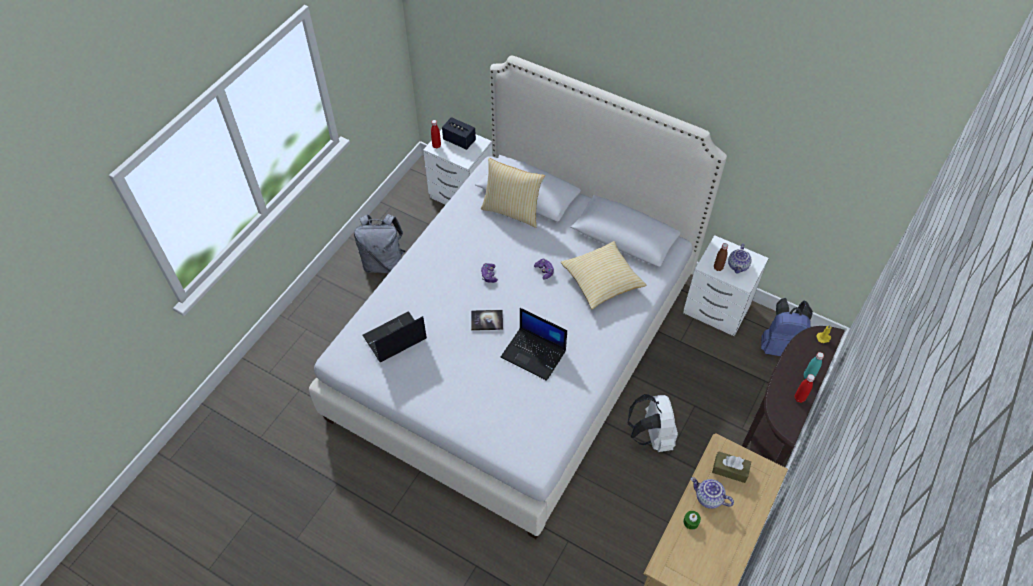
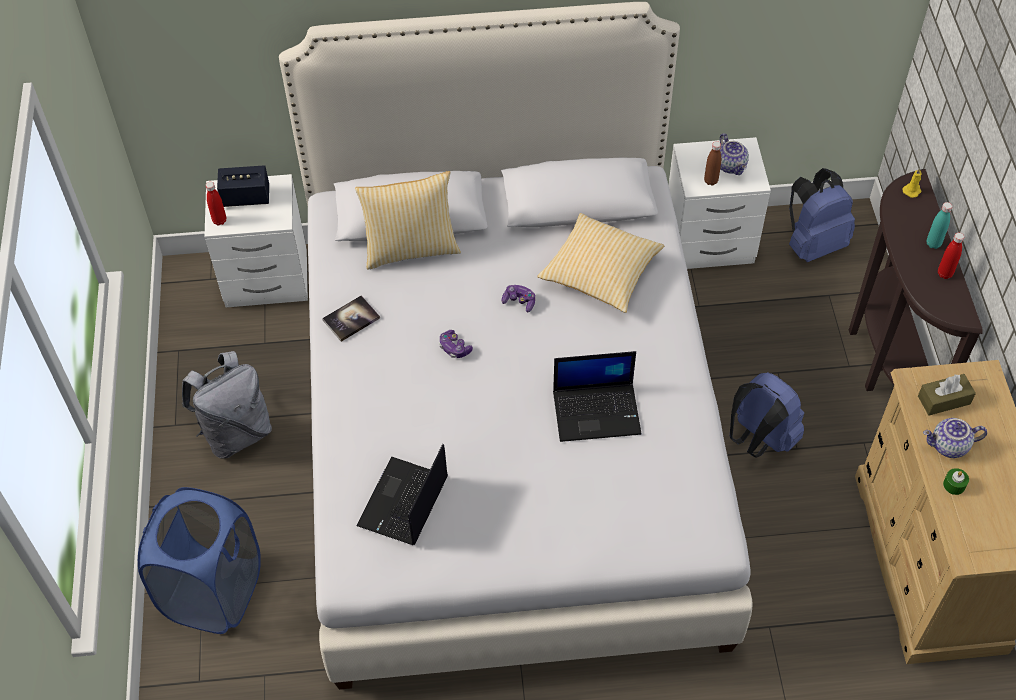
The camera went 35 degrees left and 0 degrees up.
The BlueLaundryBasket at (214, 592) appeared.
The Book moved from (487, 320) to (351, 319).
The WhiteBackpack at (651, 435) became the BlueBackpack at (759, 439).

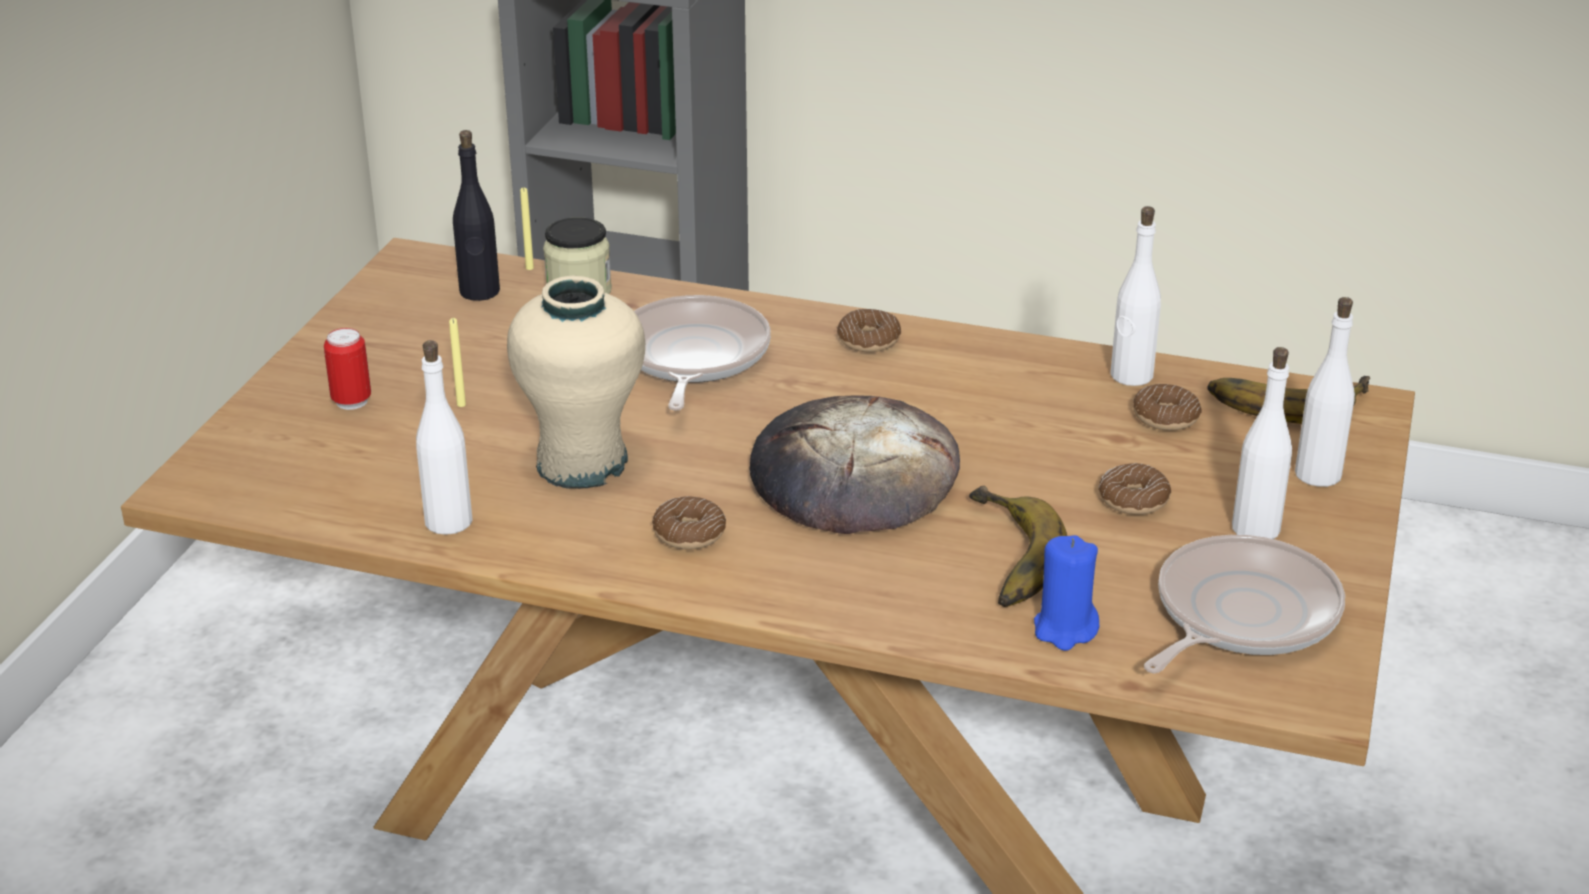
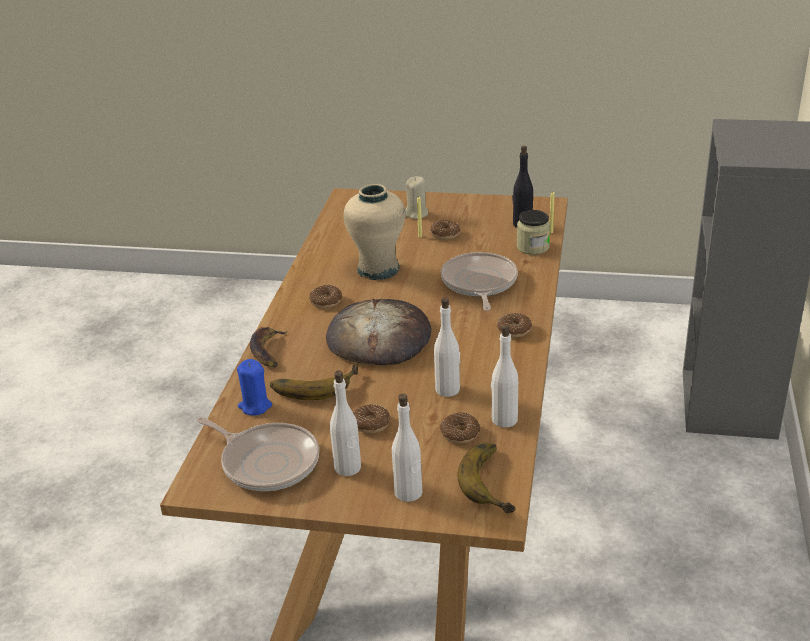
The camera went 85 degrees right and 0 degrees up.
The Banana at (268, 351) appeared.
The Donut at (445, 234) appeared.
The WhiteBottle moved from (449, 521) to (448, 389).
The Can at (351, 401) was replaced by the BeigeCandle at (416, 214).
The FryingPan at (692, 357) turned 90 degrees counterclockwise.

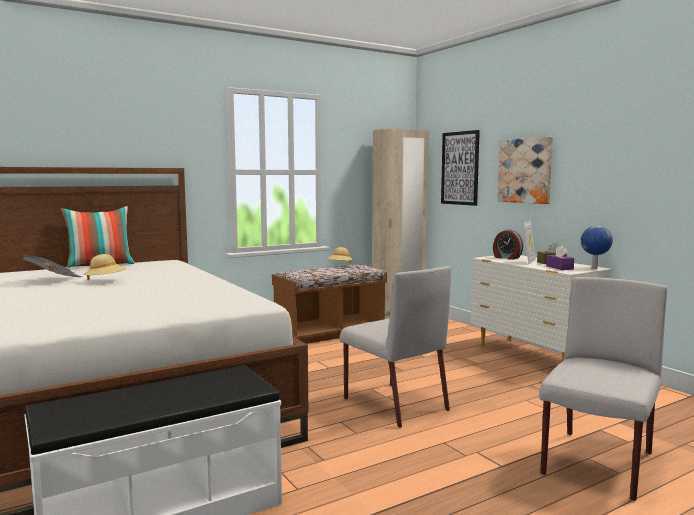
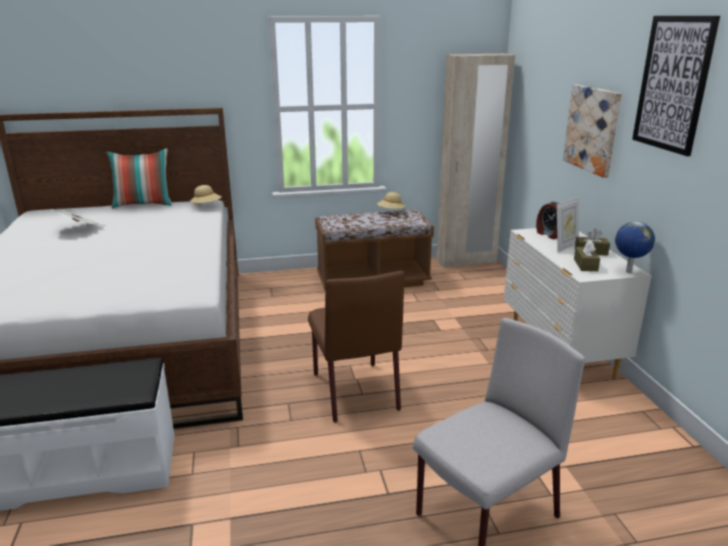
The camera went 20 degrees right and 15 degrees up.
The BeigeHat moved from (106, 281) to (206, 206).
The Picture moved from (460, 168) to (673, 84).
The GreyChair at (393, 404) became the BrownChair at (354, 390).
The PurpleTissueBox at (559, 267) became the BrownTissueBox at (585, 265).

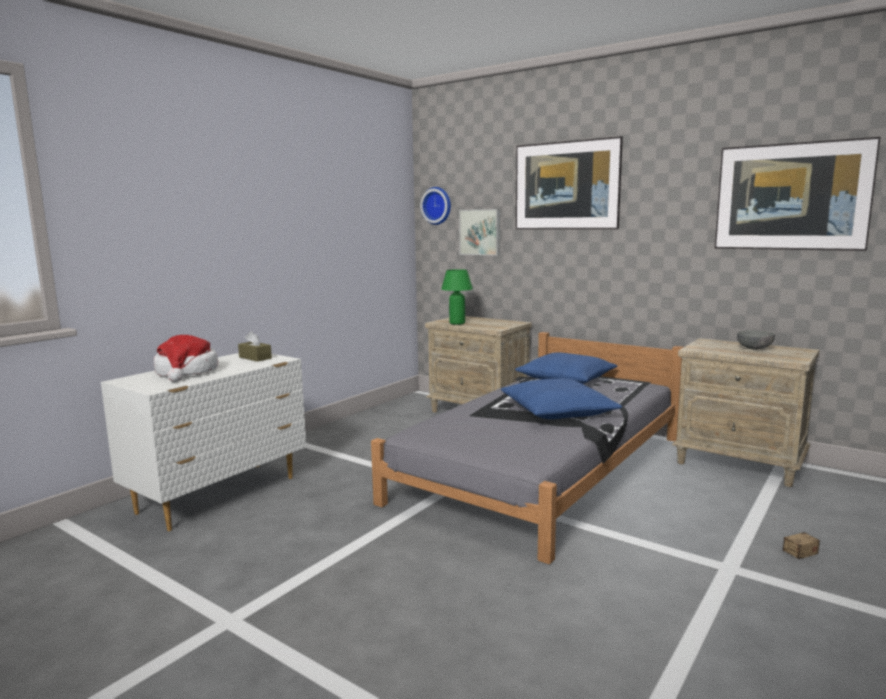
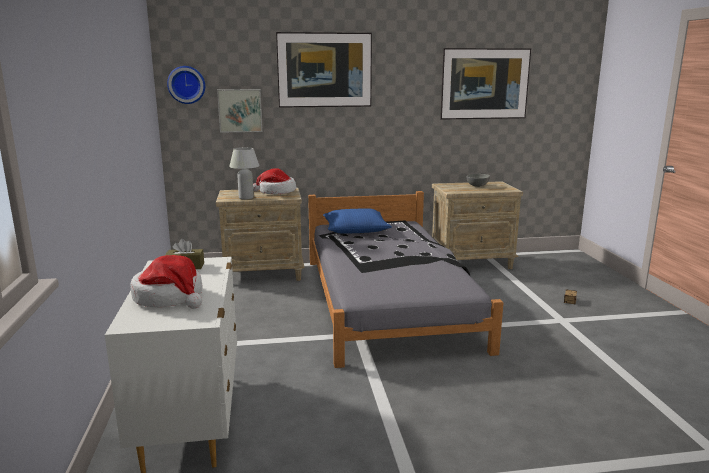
The camera went 45 degrees left and 5 degrees up.
The BluePillow at (557, 411) disappeared.
The Hat at (276, 192) appeared.
The GreenTableLamp at (457, 323) became the WhiteTableLamp at (246, 198).

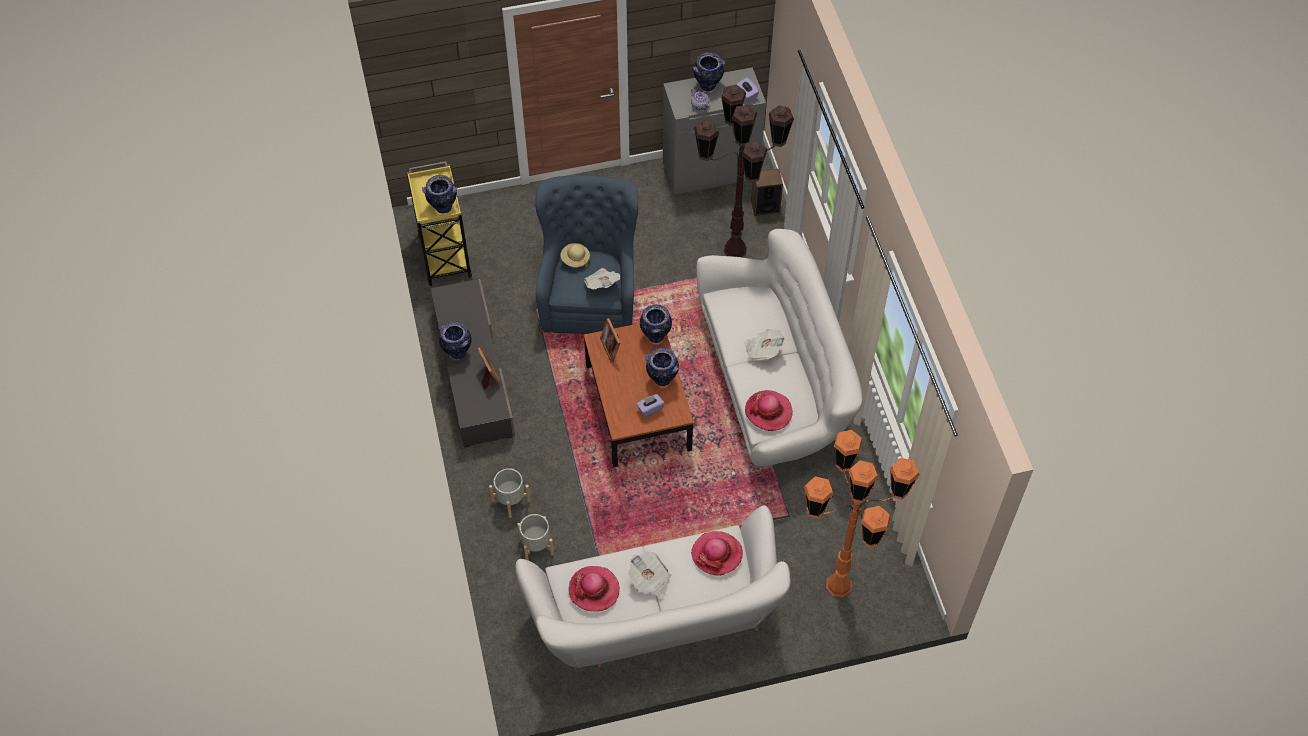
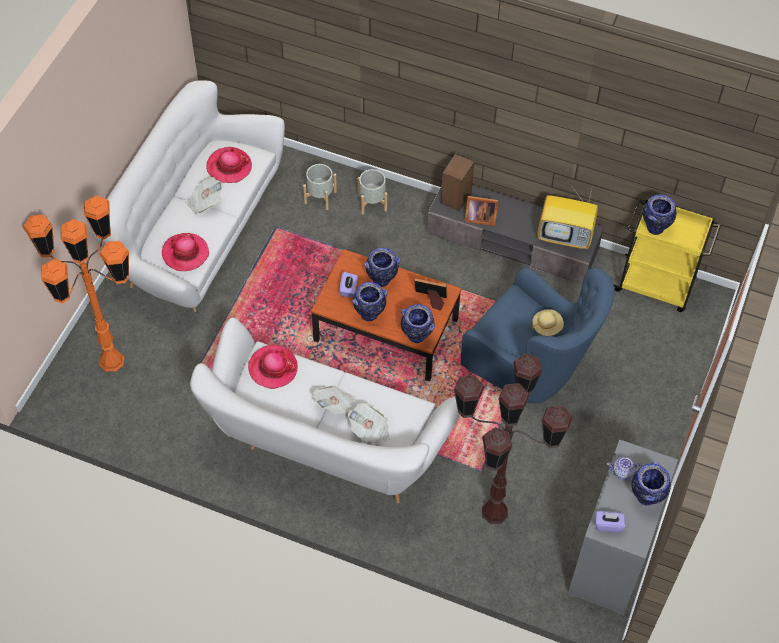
The camera went 125 degrees right and 0 degrees up.
The Television at (566, 236) appeared.
The Vase moved from (457, 352) to (382, 280).
The Newspaper moved from (602, 284) to (370, 430).
The Speaker moved from (765, 206) to (456, 197).

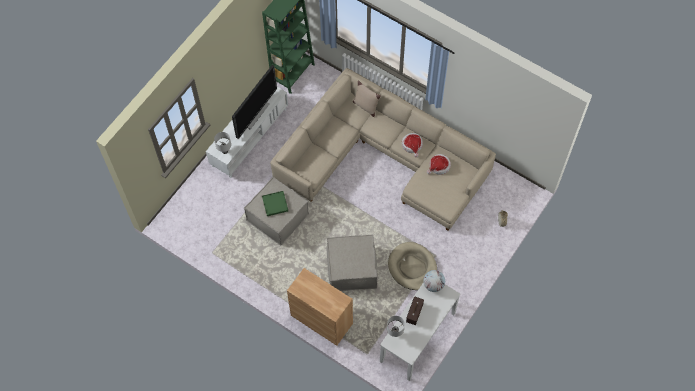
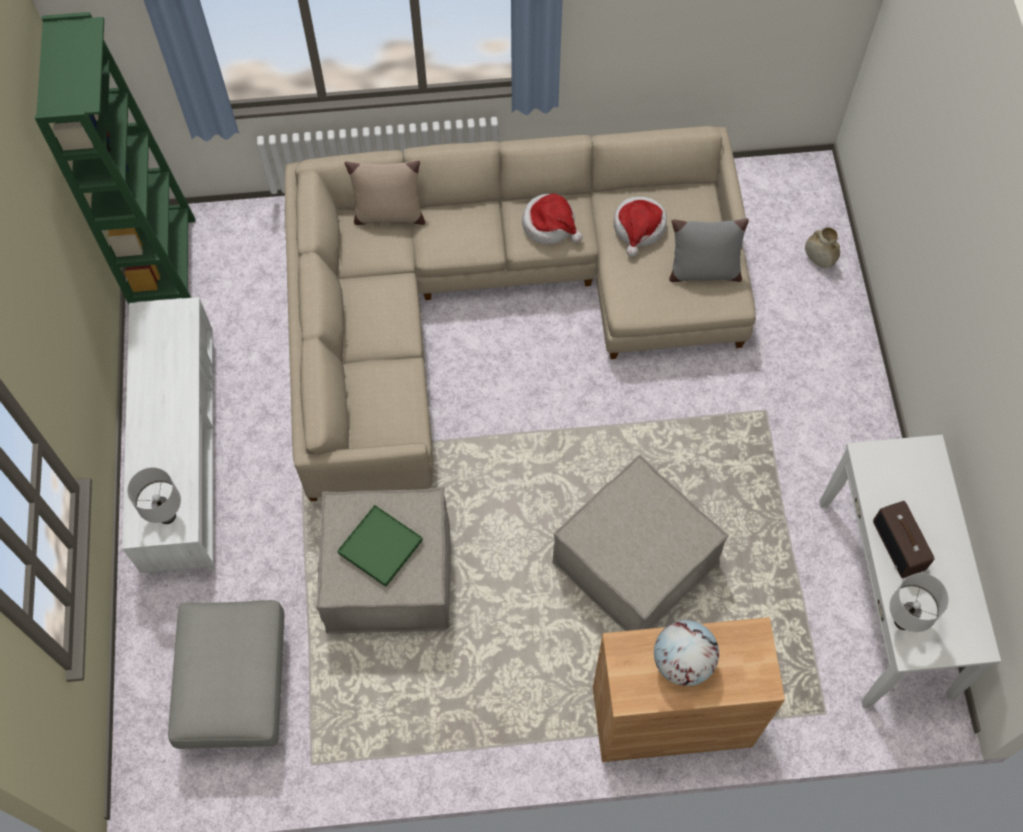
The camera went 40 degrees left and 0 degrees up.
The Television at (255, 114) disappeared.
The BeigeDogBed at (412, 267) disappeared.
The GreyOttoman at (238, 688) appeared.
The GreyPillow at (703, 271) appeared.
The Globe moved from (433, 285) to (682, 662).

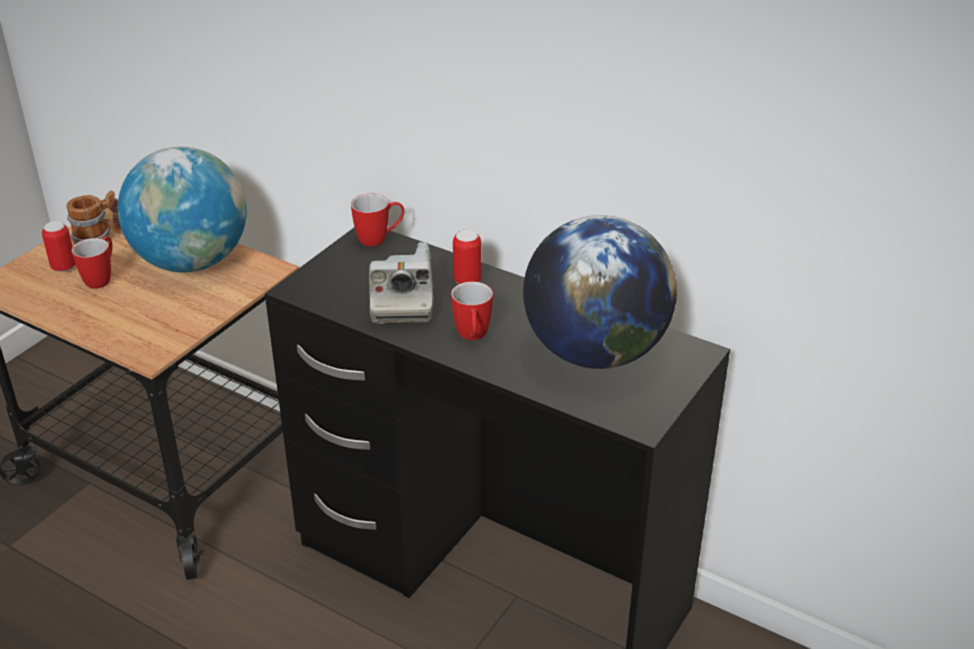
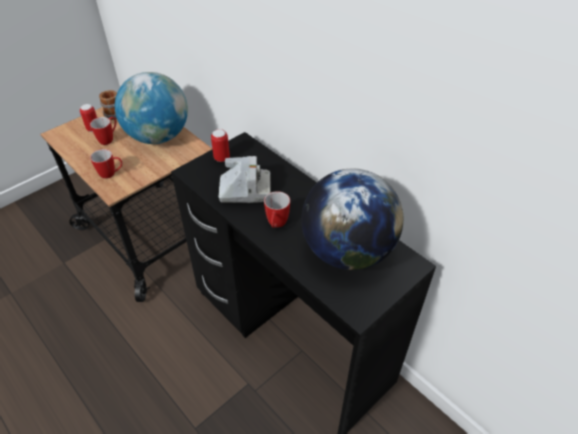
The camera went 15 degrees right and 10 degrees up.
The Mug moved from (379, 239) to (111, 174).
The Can moved from (467, 281) to (222, 158).
The PhotoCamera at (402, 301) turned 105 degrees counterclockwise.

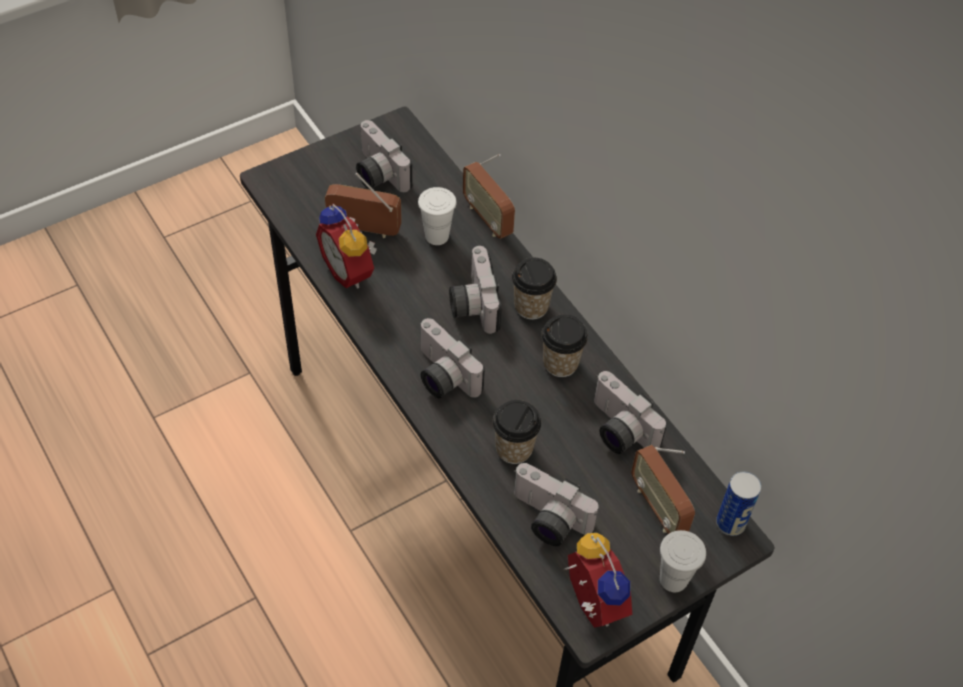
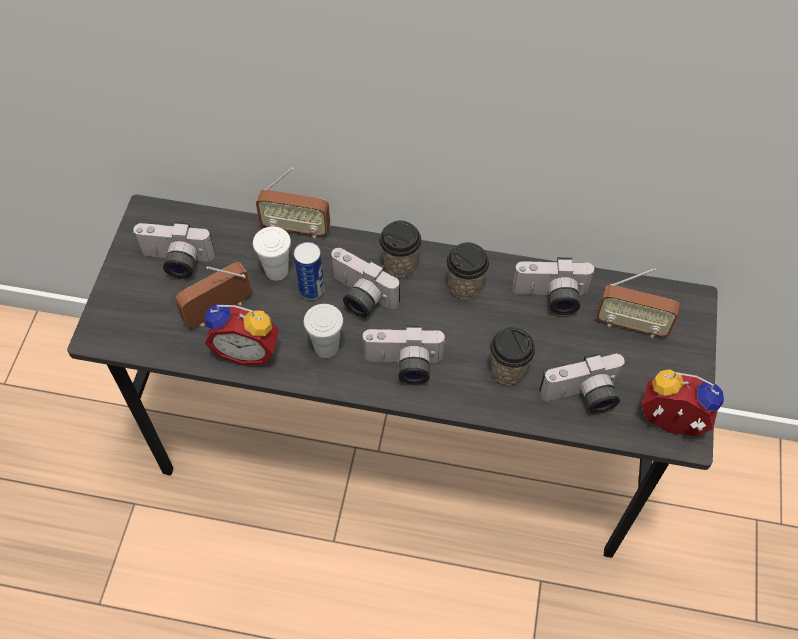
The camera went 45 degrees left and 5 degrees up.
The WhiteCup moved from (673, 579) to (326, 347).
The Can moved from (730, 523) to (311, 290).

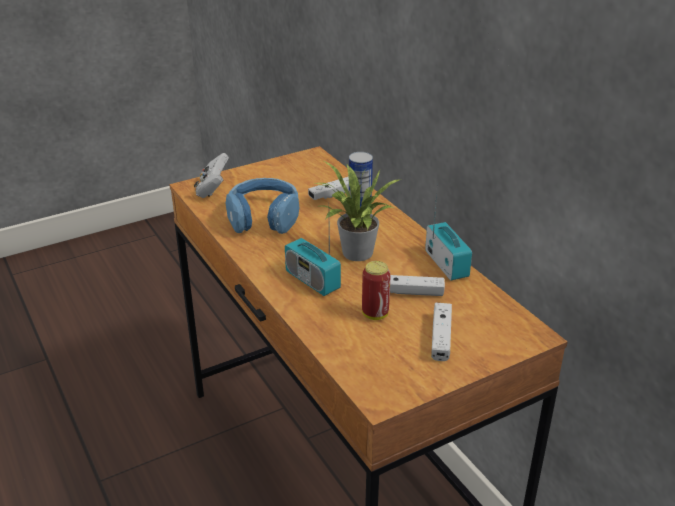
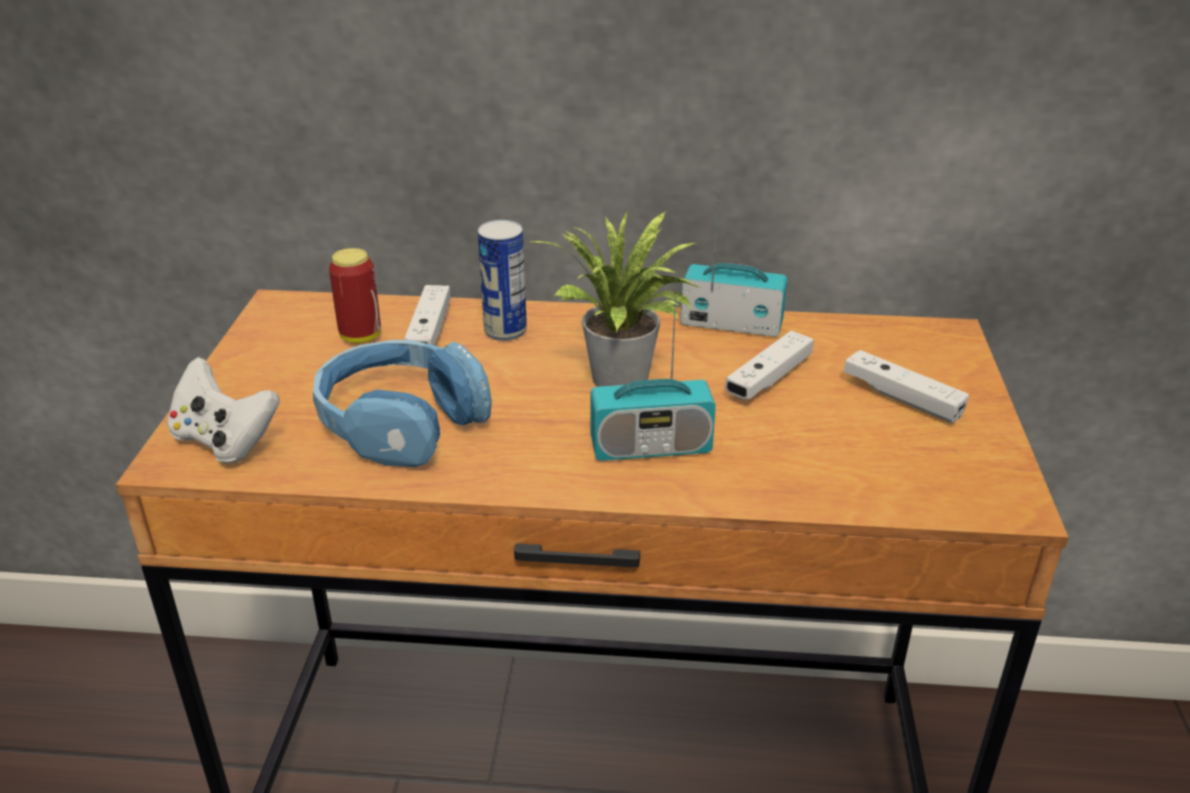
The camera went 55 degrees left and 0 degrees up.
The Can moved from (375, 314) to (360, 336).

